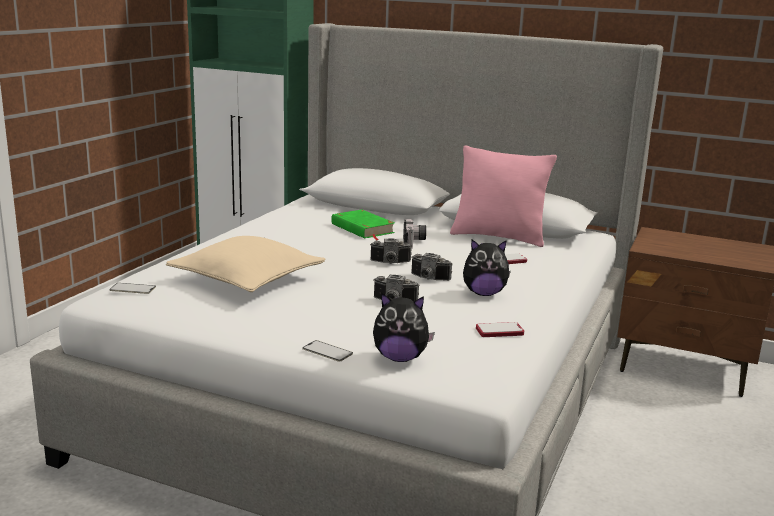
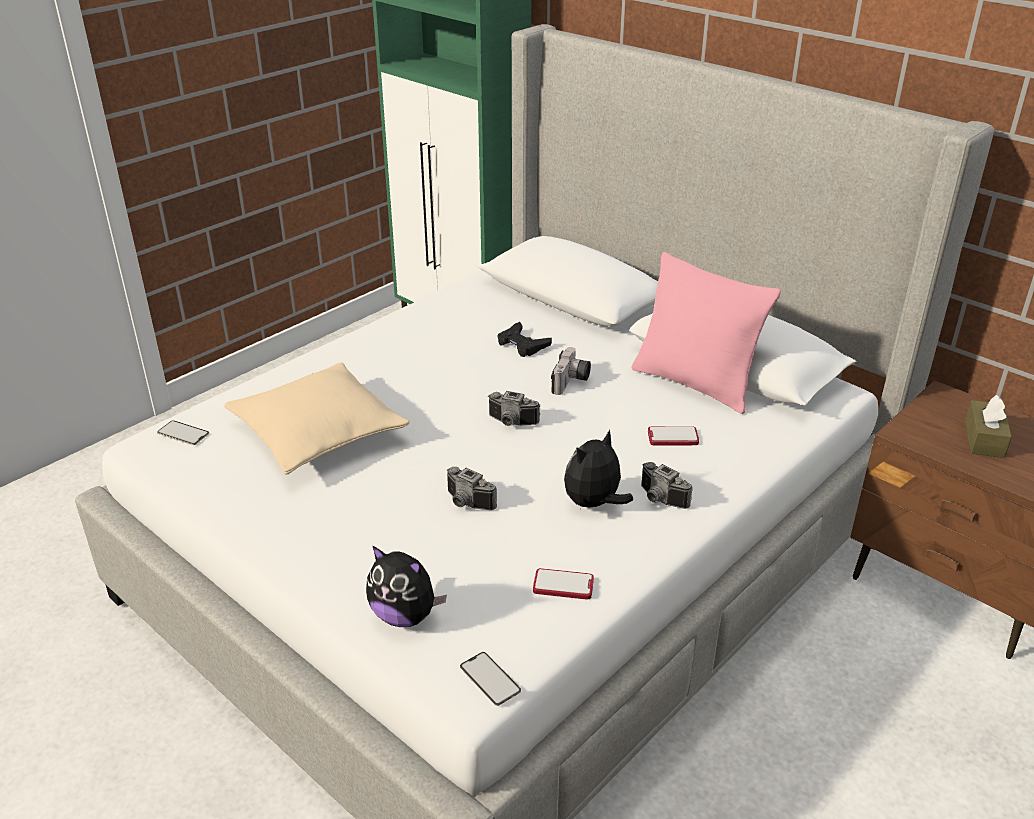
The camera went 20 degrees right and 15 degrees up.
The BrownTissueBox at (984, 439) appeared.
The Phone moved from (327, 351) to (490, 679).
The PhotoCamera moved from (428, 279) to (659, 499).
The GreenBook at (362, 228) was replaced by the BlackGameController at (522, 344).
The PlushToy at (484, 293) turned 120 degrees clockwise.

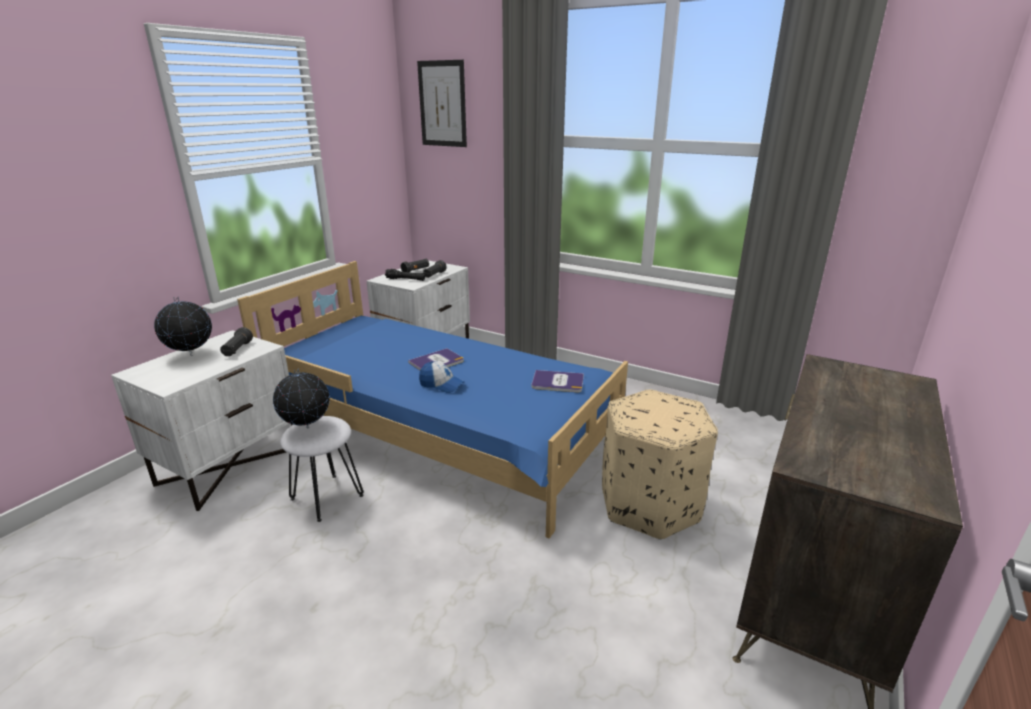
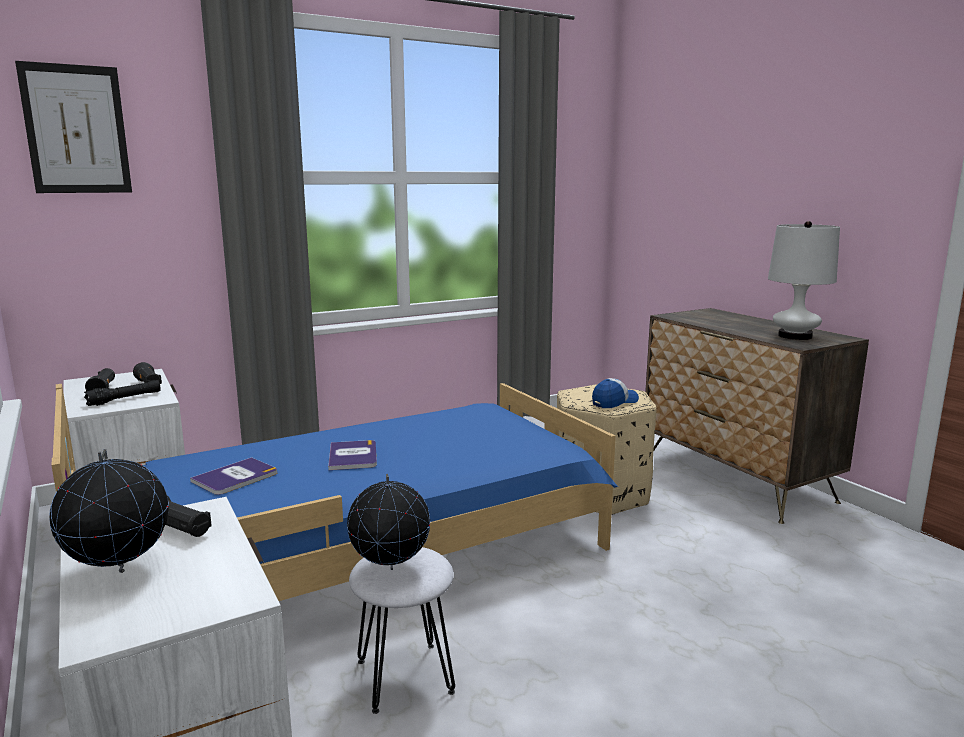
The camera went 60 degrees left and 10 degrees down.
The WhiteTableLamp at (794, 336) appeared.
The Cap moved from (441, 385) to (614, 402).
The Book moved from (557, 382) to (235, 477).

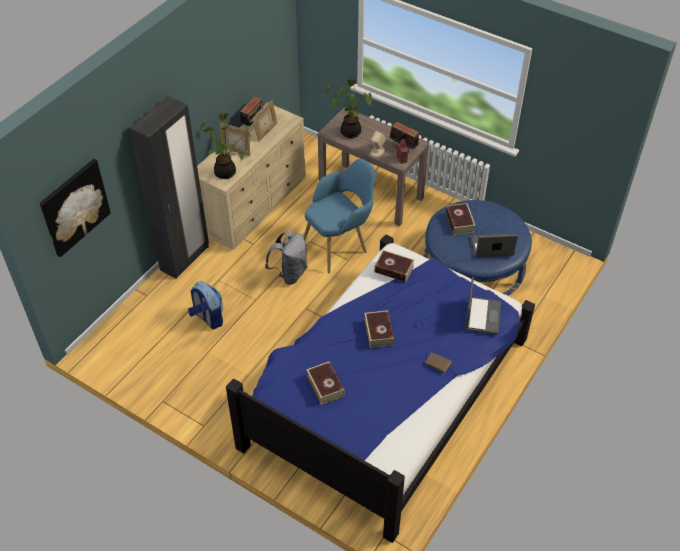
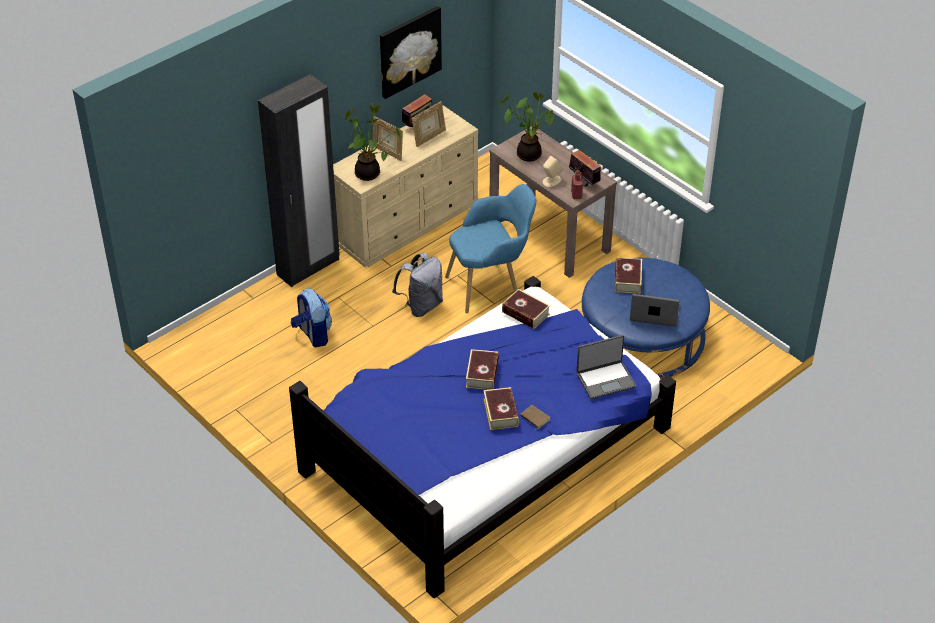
The camera went 15 degrees right and 5 degrees down.
The Picture moved from (74, 207) to (409, 51).
The Book moved from (325, 386) to (500, 413).
The Laptop at (481, 316) turned 45 degrees clockwise.

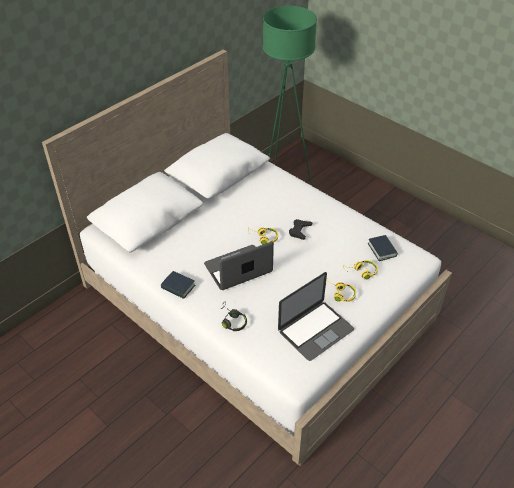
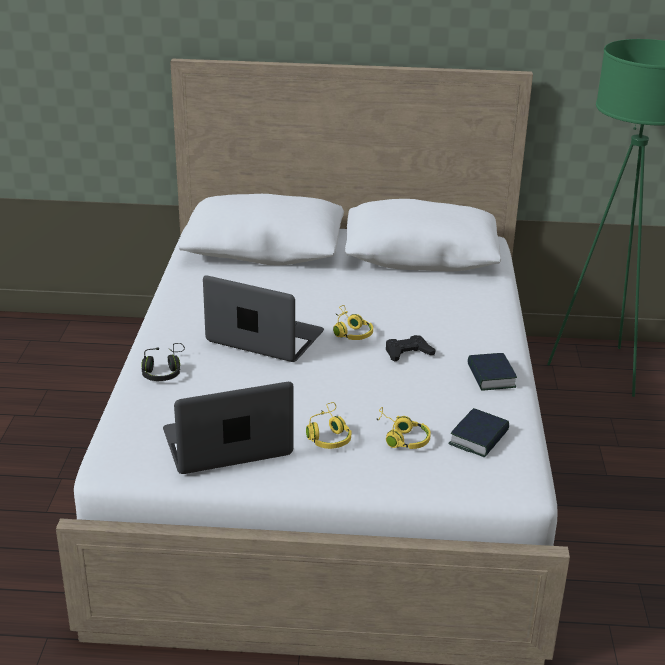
The camera went 50 degrees right and 15 degrees down.
The Book moved from (178, 287) to (491, 377).
The Laptop at (315, 330) turned 150 degrees clockwise.

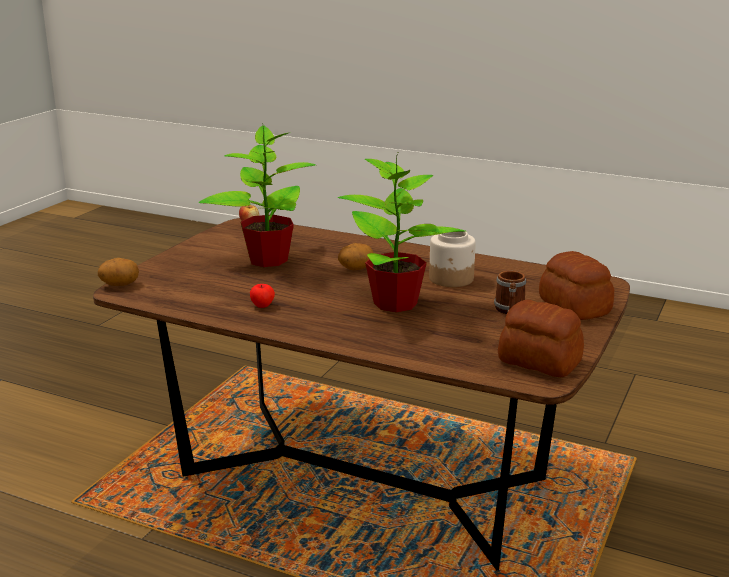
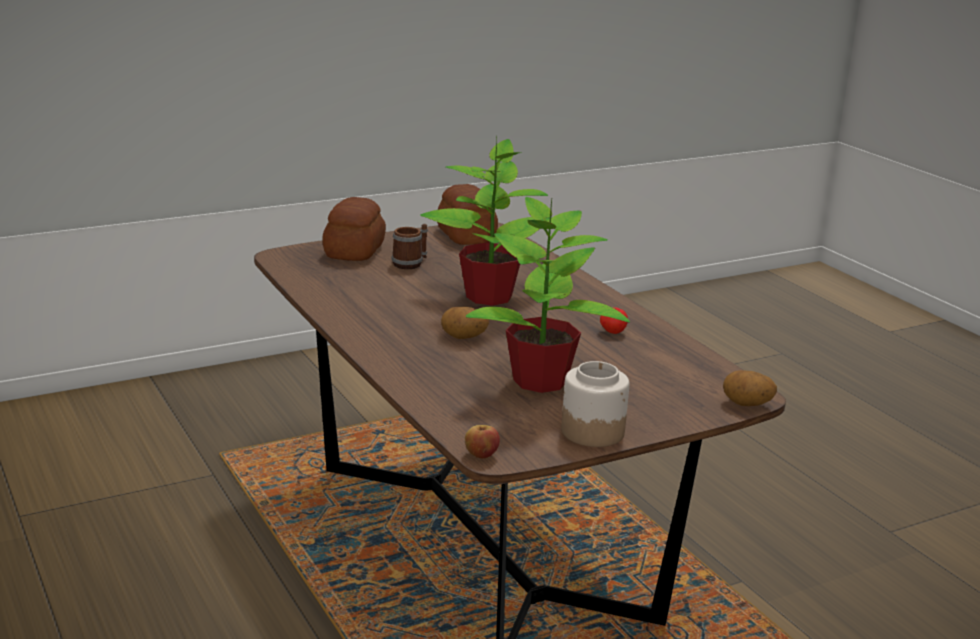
The camera went 145 degrees left and 0 degrees up.
The Jar moved from (451, 279) to (592, 432).

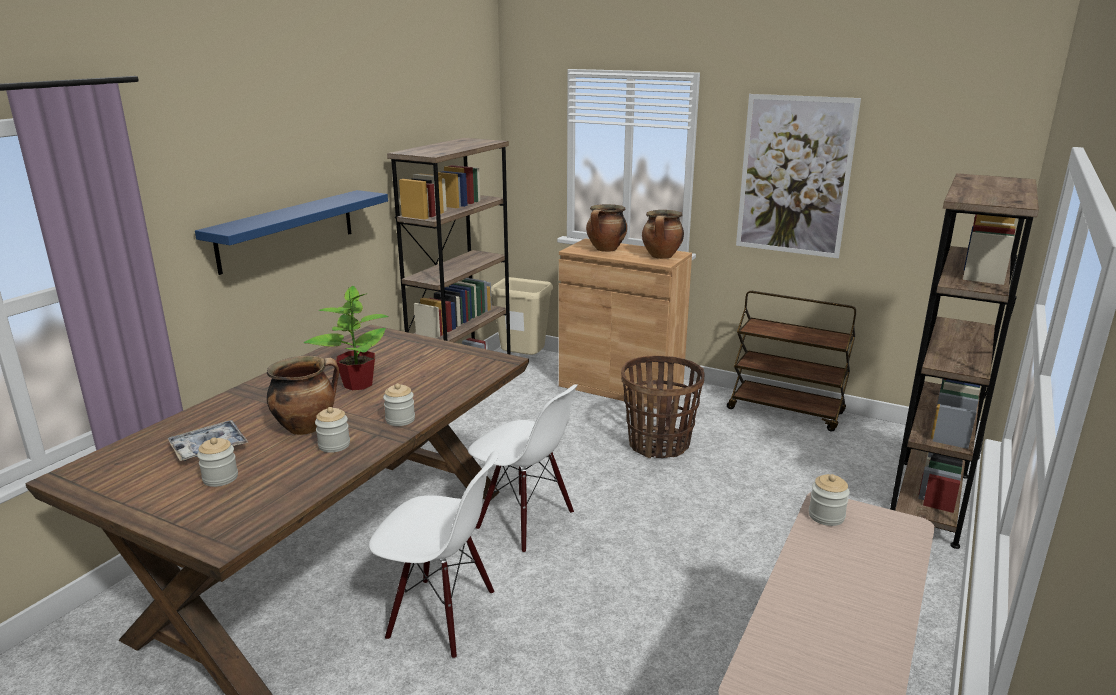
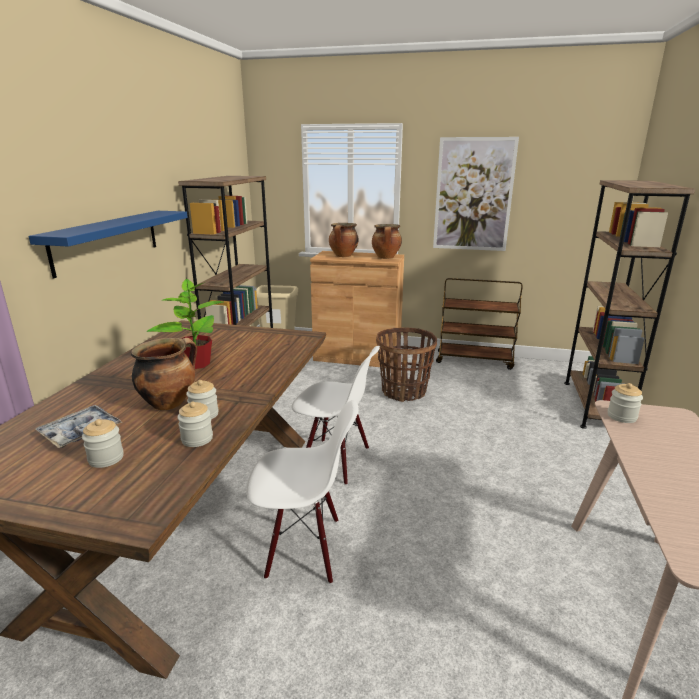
The camera went 15 degrees left and 0 degrees up.
The Jar moved from (400, 420) to (197, 439).

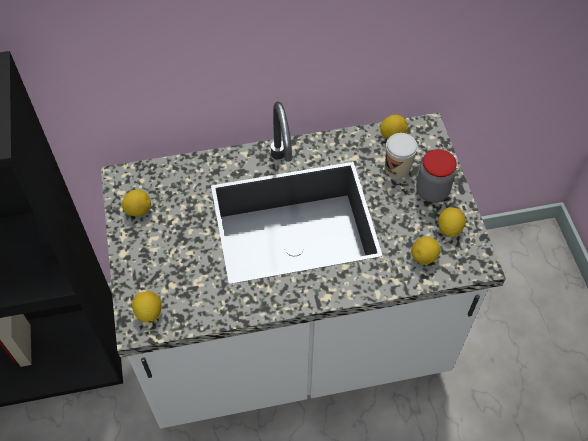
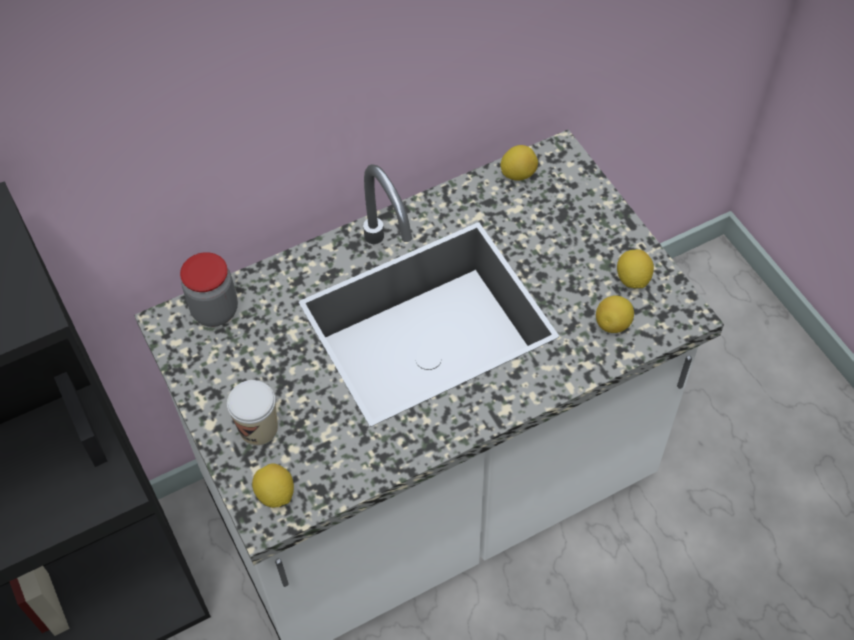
The camera went 15 degrees left and 0 degrees up.
The Lemon at (138, 210) disappeared.
The Cup moved from (397, 168) to (258, 428).
The Jar moved from (432, 191) to (215, 310).

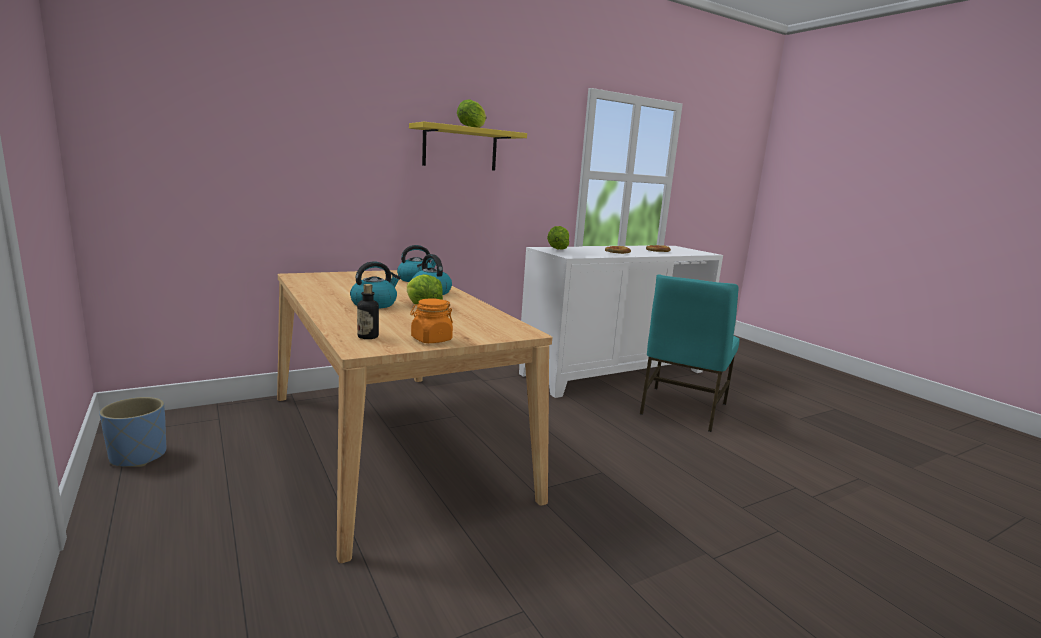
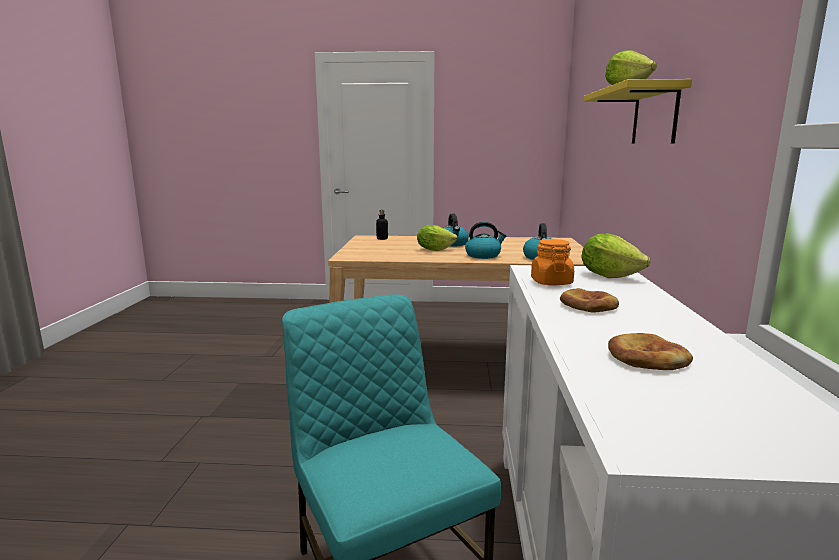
The camera went 125 degrees right and 0 degrees up.
The BluePlanter at (138, 456) disappeared.
The OrangeJar moved from (431, 340) to (551, 282).

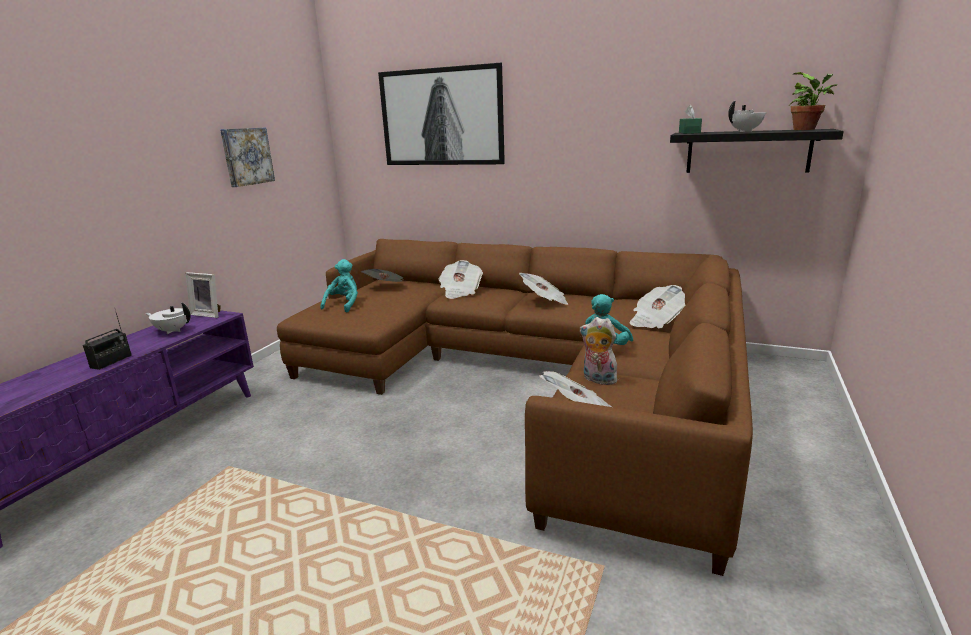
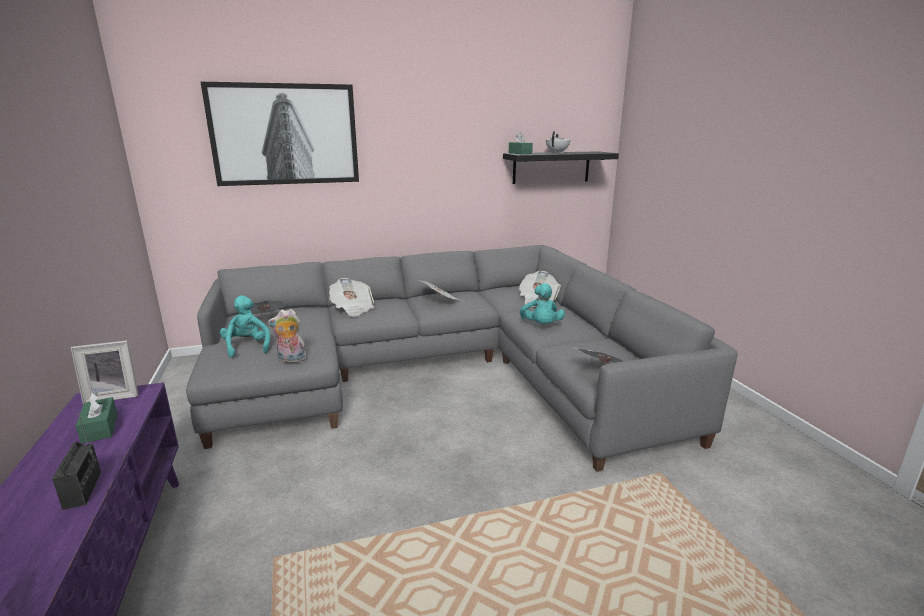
The camera went 40 degrees left and 0 degrees up.
The Picture at (246, 156) disappeared.
The PottedPlant at (806, 129) disappeared.
The PlushToy moved from (597, 380) to (291, 360).
The WhiteTeapot at (172, 331) was replaced by the GreenTissueBox at (100, 428).
The BrownSofa at (528, 376) became the GreySofa at (444, 371).

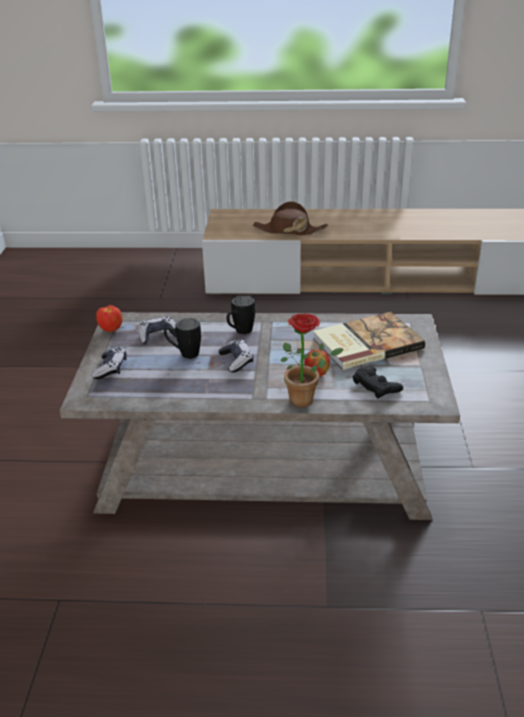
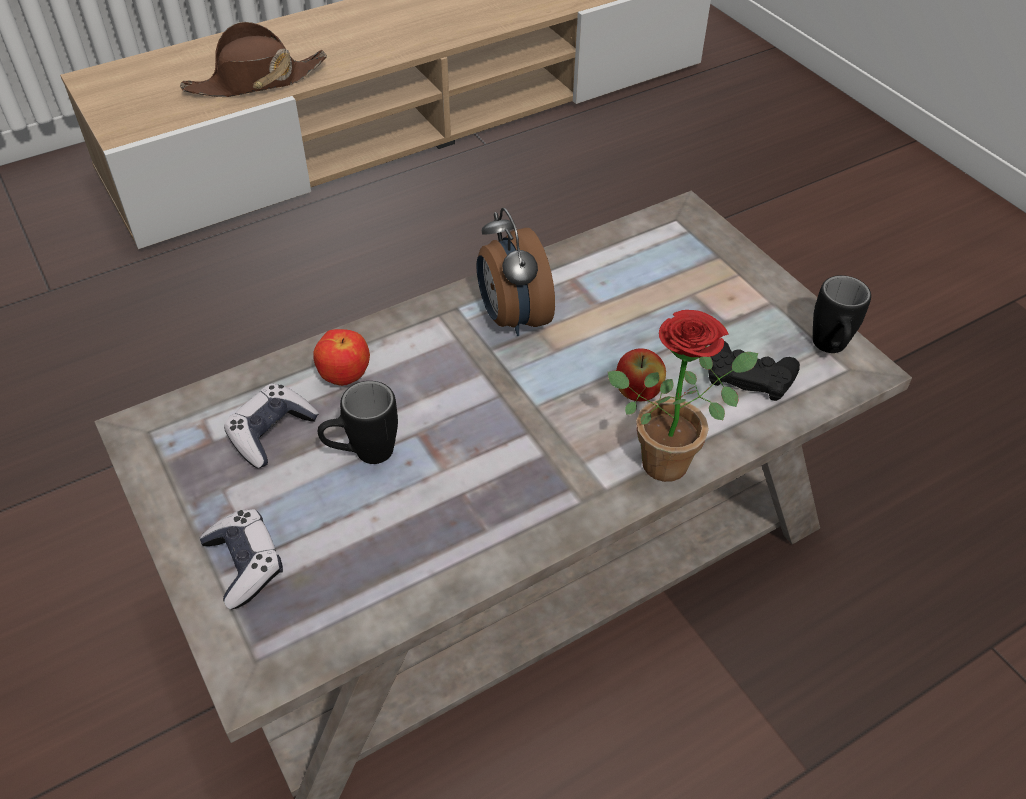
The camera went 35 degrees left and 15 degrees up.
The GameController at (236, 361) disappeared.
The Book at (365, 343) disappeared.
The AlarmClock at (512, 318) appeared.
The Apple moved from (111, 330) to (345, 377).
The BlackMug moved from (240, 332) to (830, 350).

